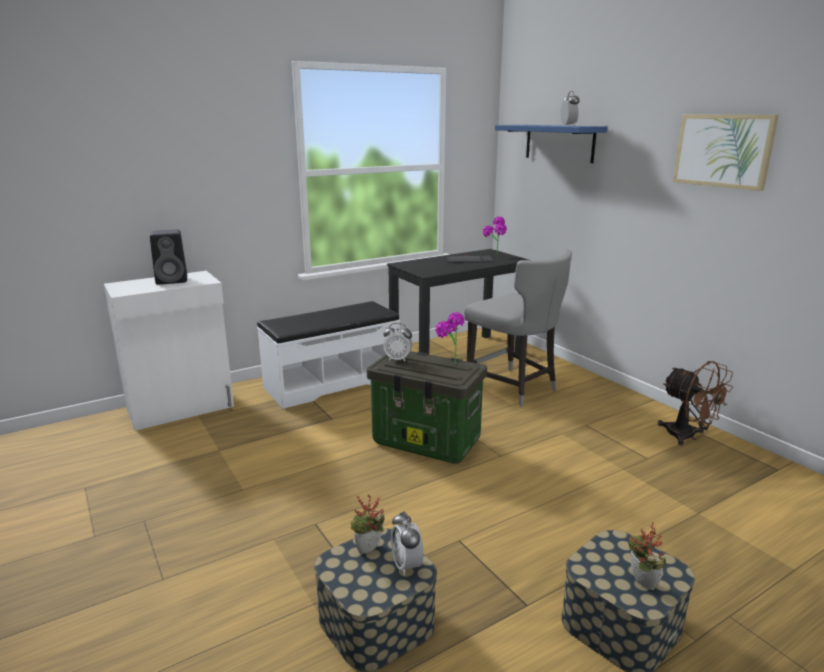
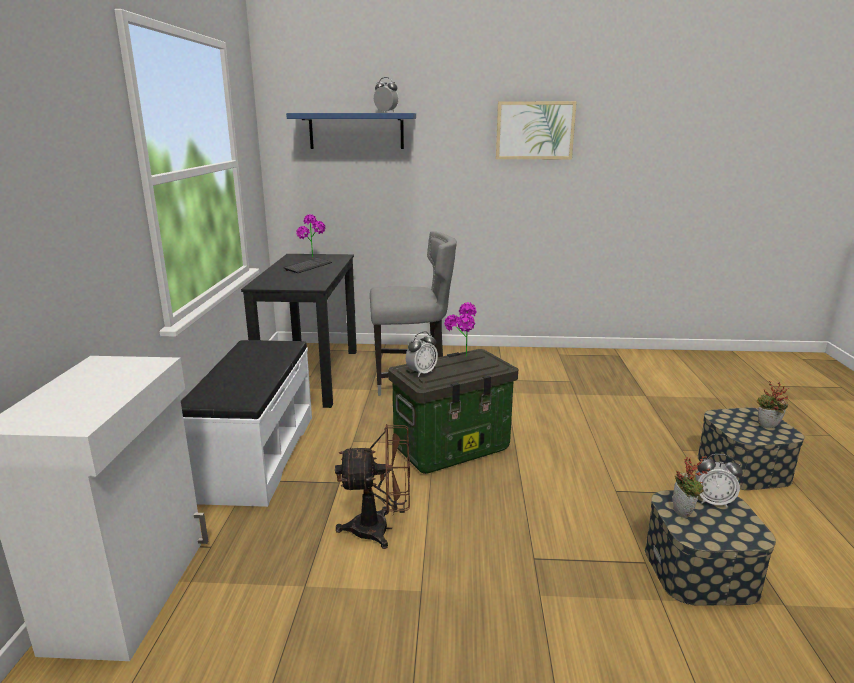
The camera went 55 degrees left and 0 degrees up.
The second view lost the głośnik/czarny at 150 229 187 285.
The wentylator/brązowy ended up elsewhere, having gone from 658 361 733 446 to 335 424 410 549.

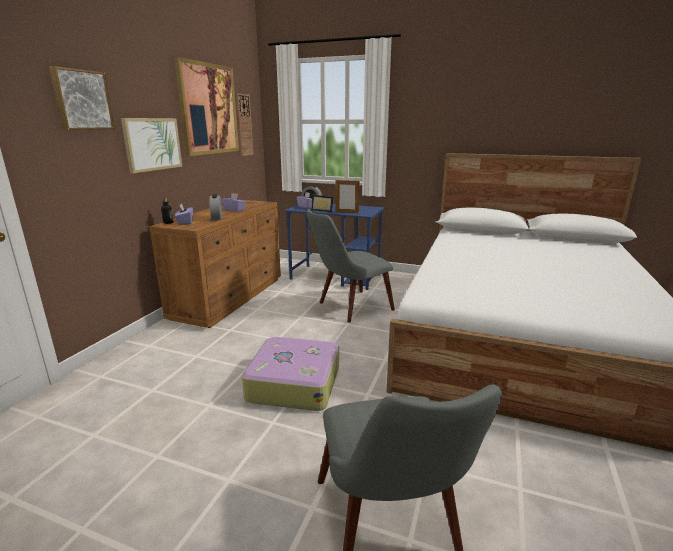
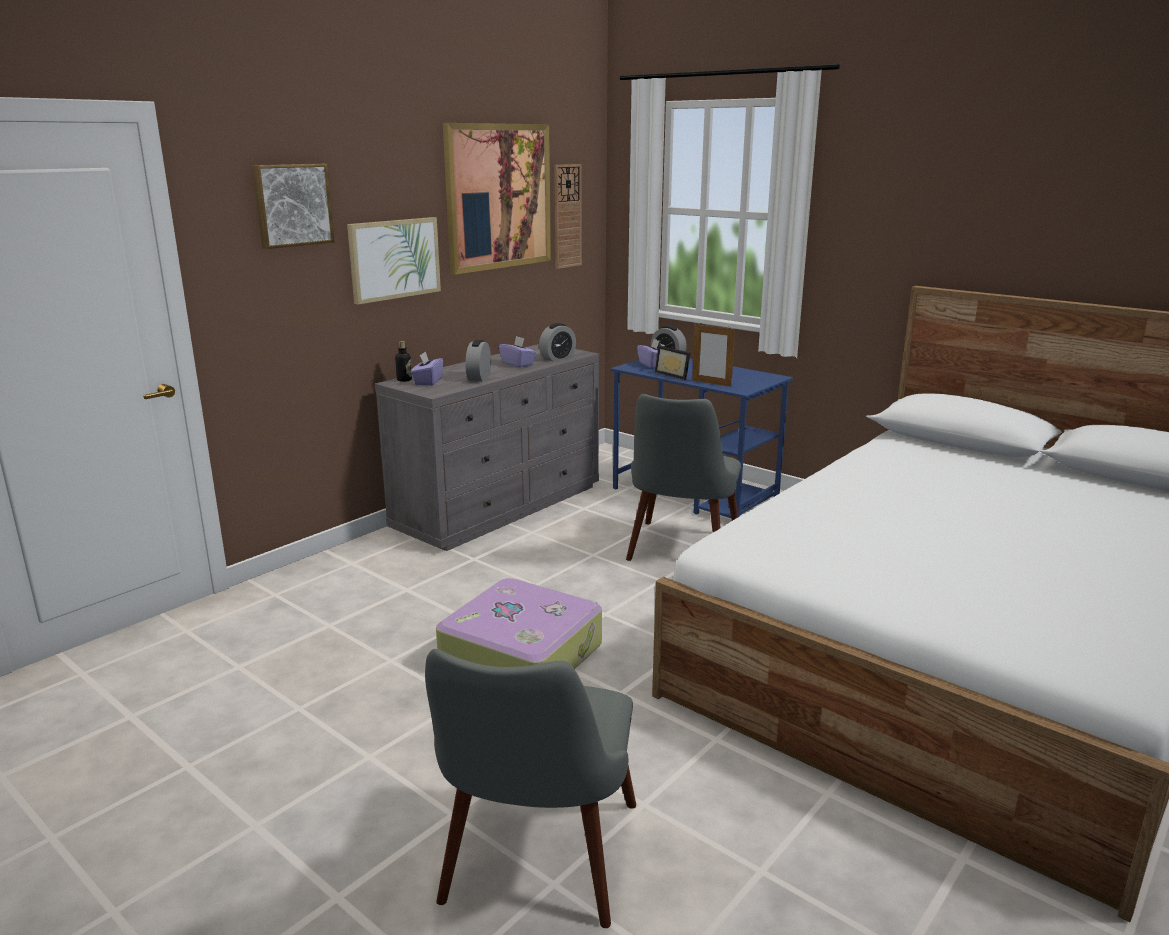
The camera went 20 degrees right and 0 degrees up.
What was the komoda/brązowy at 149 200 281 328 turned into the komoda/szary at 375 344 599 551.
The krzesło/szary at 307 209 395 323 ended up facing another way, 60 degrees counterclockwise from before.
The second view gained the budzik at 539 323 576 361.

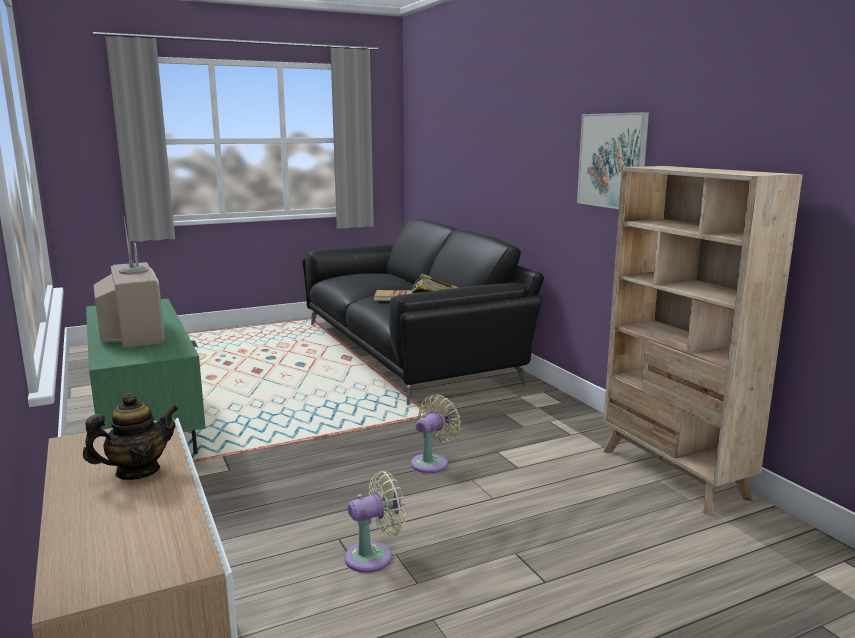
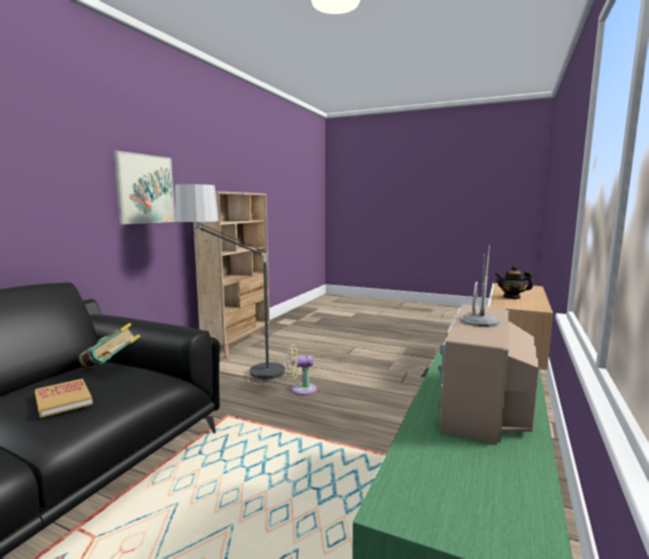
The camera went 130 degrees left and 5 degrees down.
The second view lost the wentylator/beżowy at 345 471 406 573.
The second view gained the lampa stojąca at 175 184 287 385.

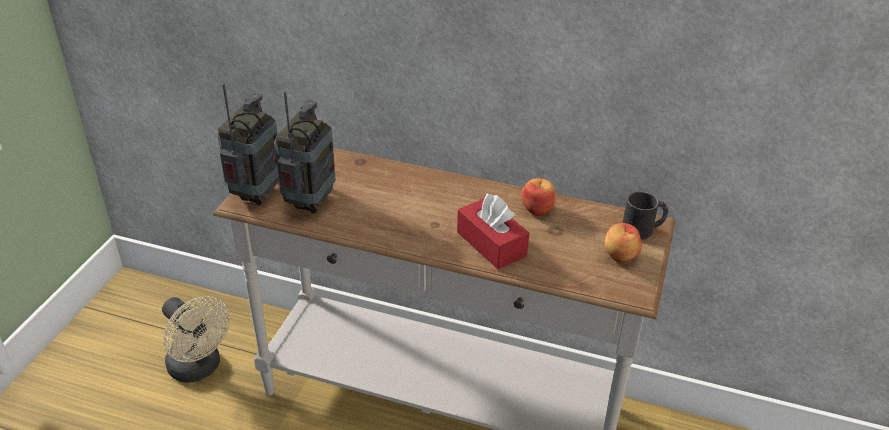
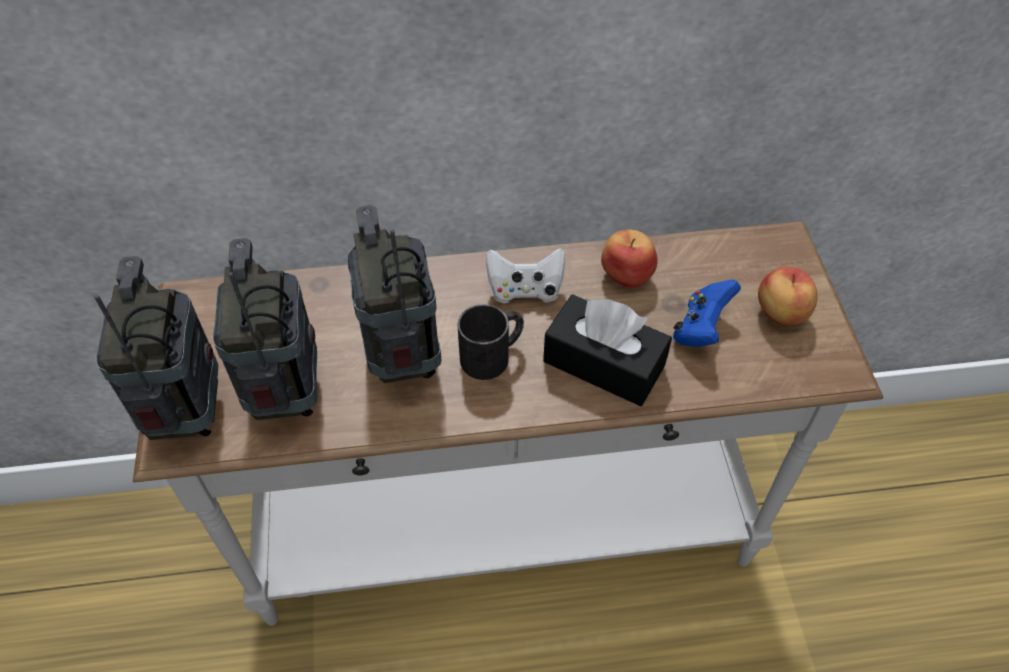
The camera went 25 degrees left and 15 degrees up.
The kubek/czarny ended up elsewhere, having gone from 623 192 668 240 to 458 304 524 380.
What was the pudełko chusteczek/czerwony at 457 194 529 269 turned into the pudełko chusteczek/czarny at 543 294 672 406.
The second view lost the wentylator/beżowy at 162 296 230 383.
The second view gained the radio at 347 205 441 383.
The second view gained the pad do gier/biały at 486 248 565 303.
The second view gained the pad do gier/niebieski at 673 279 741 347.

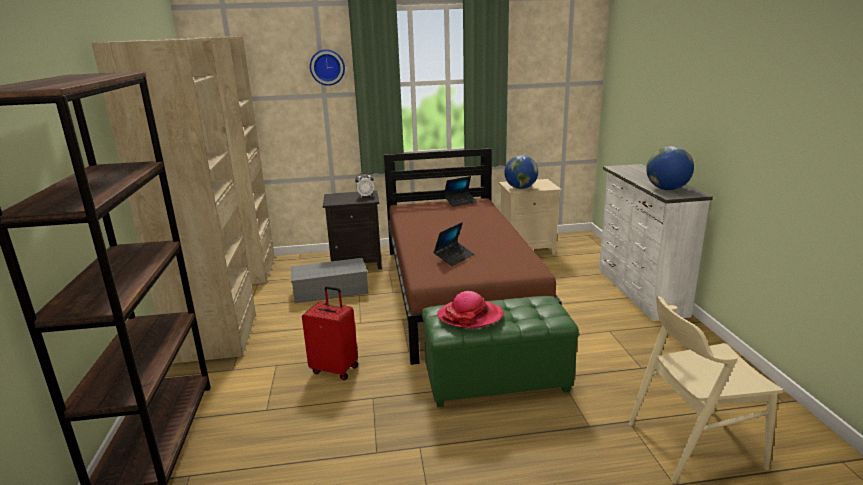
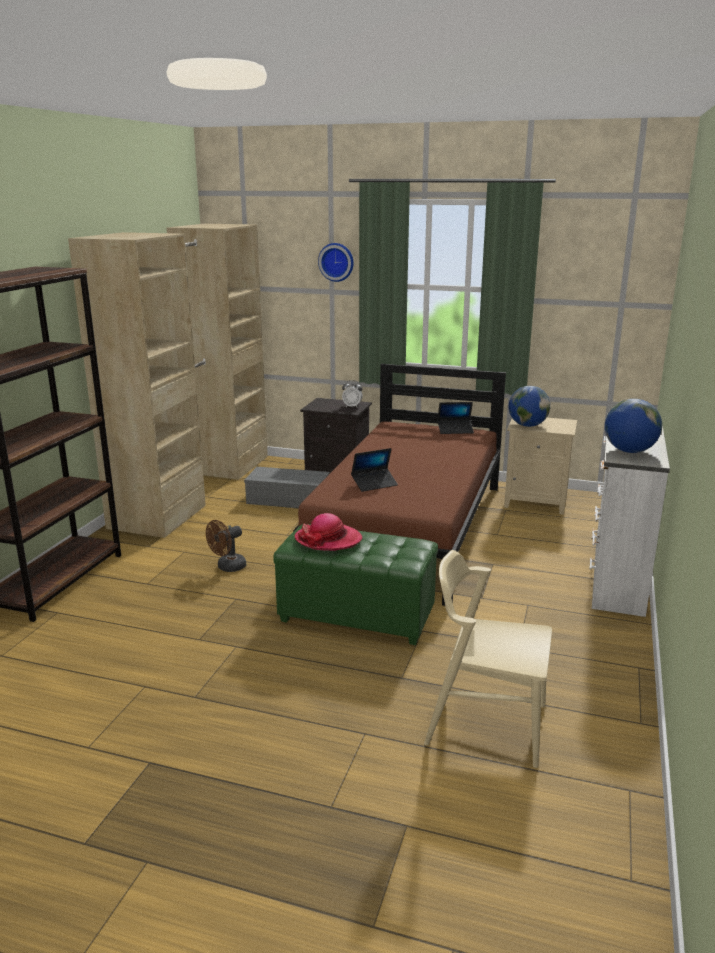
The camera went 25 degrees right and 0 degrees up.
Where the walizka/czerwony stood at 302 286 358 380, the wentylator/brązowy came to stand at 206 520 246 572.

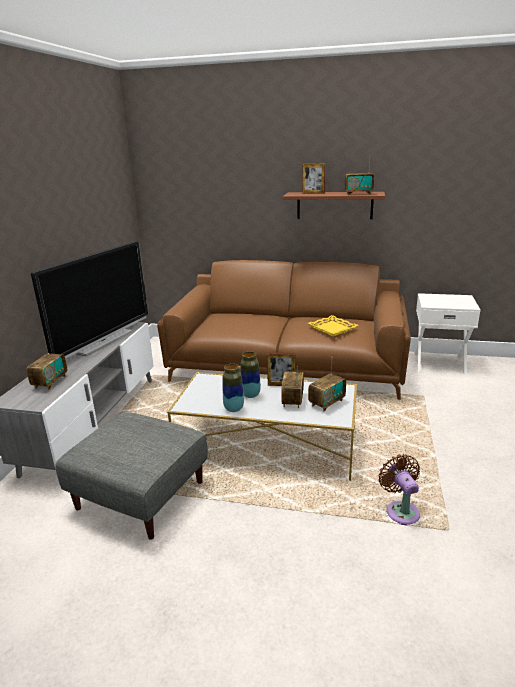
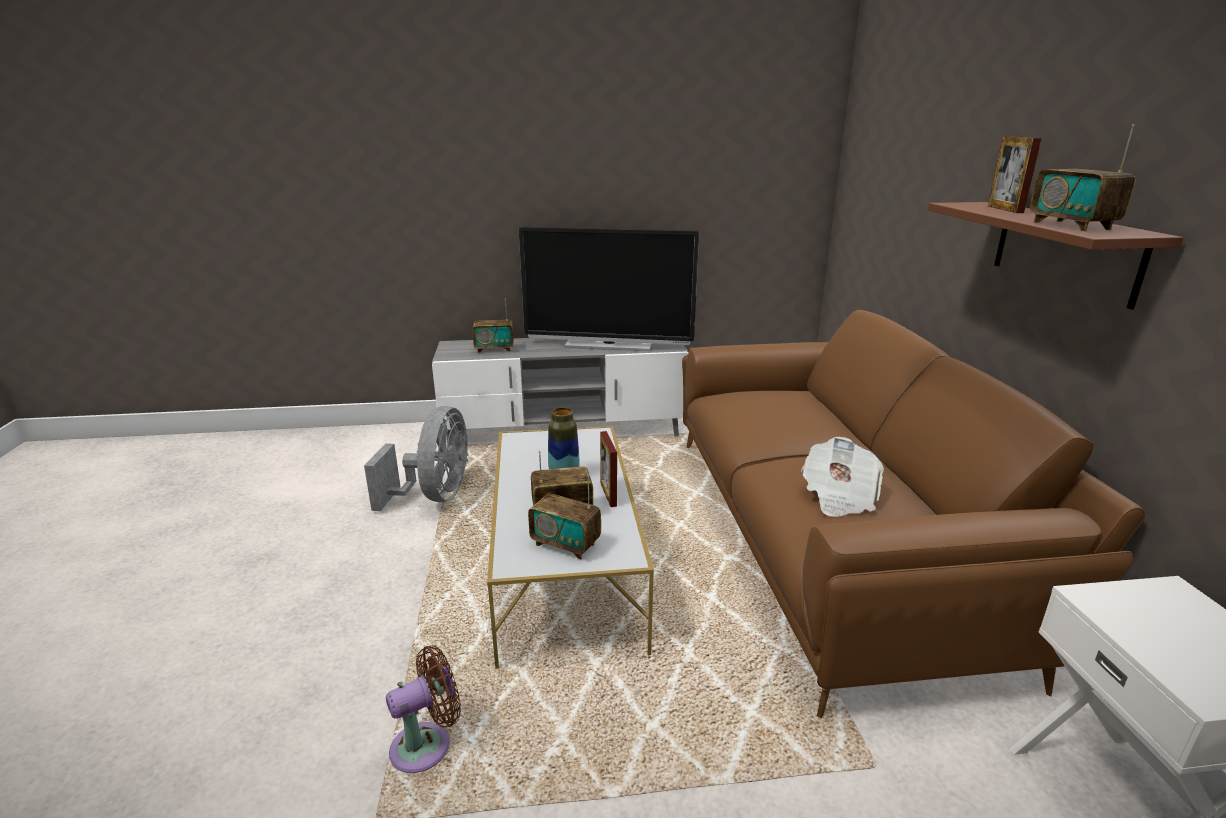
The camera went 70 degrees right and 0 degrees up.
Where the taca/żółty stood at 308 315 359 336, the gazeta came to stand at 801 437 884 517.
The second view lost the wazon at 223 363 244 412.
Where the pufa/szary stood at 55 412 208 540, the wentylator/szary came to stand at 364 406 469 511.

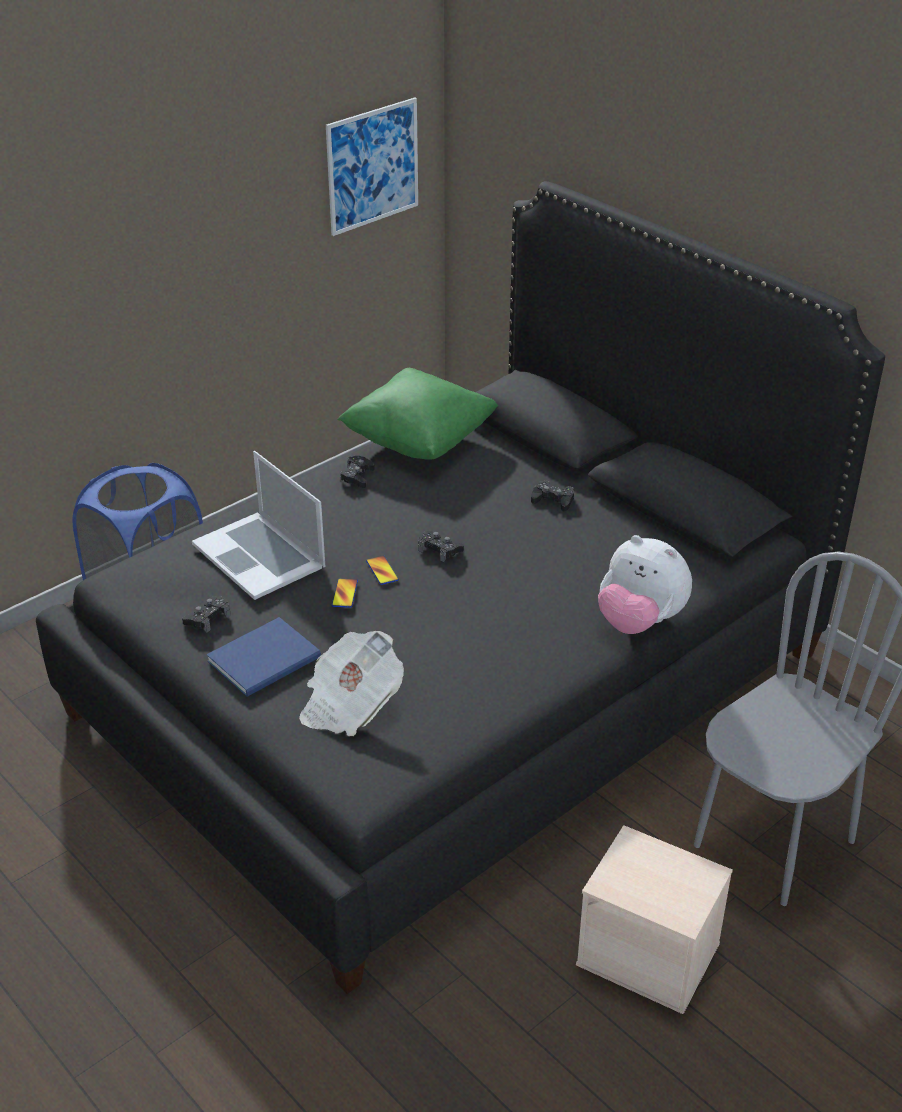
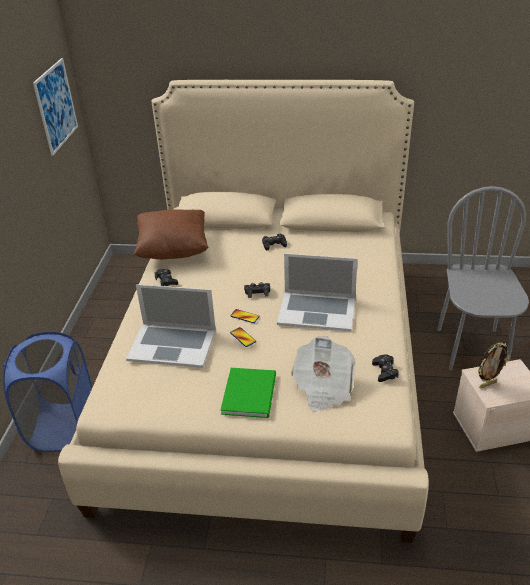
The camera went 40 degrees left and 0 degrees up.
What was the łóżko/czarny at 36 181 885 994 turned into the łóżko/beżowy at 58 80 429 543.
What was the poduszka/zielony at 337 368 498 460 turned into the poduszka/brązowy at 133 209 209 259.
The second view lost the pluszak at 598 535 692 634.
The pad do gier/czarny ended up elsewhere, having gone from 182 596 231 633 to 372 354 399 382.
What was the książka/niebieski at 207 617 321 697 turned into the książka/zielony at 220 368 276 418.
The second view gained the laptop at 277 253 358 331.
The second view gained the ramka na zdjęcie at 478 342 510 389.

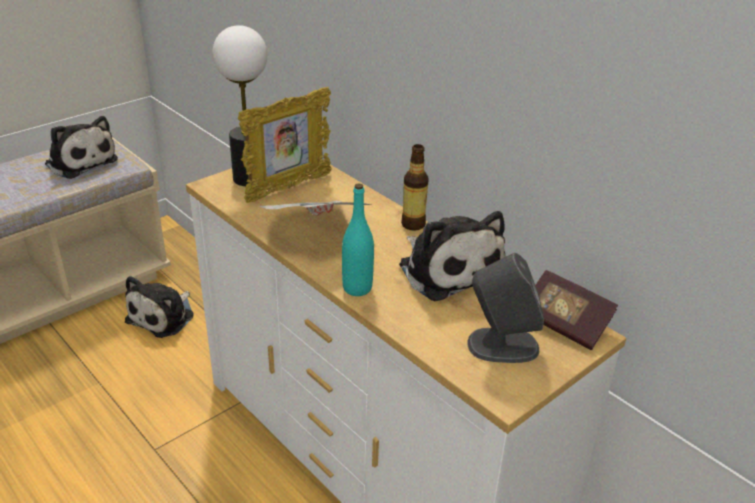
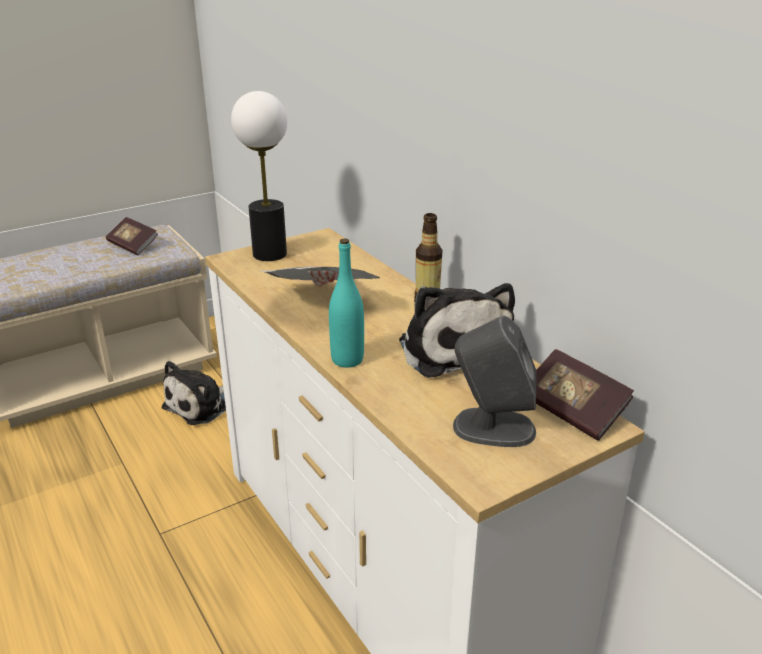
The camera went 10 degrees right and 5 degrees down.
The second view lost the ramka na zdjęcie at 238 87 332 203.
Where the pluszak stood at 45 116 118 179, the książka came to stand at 106 217 158 255.

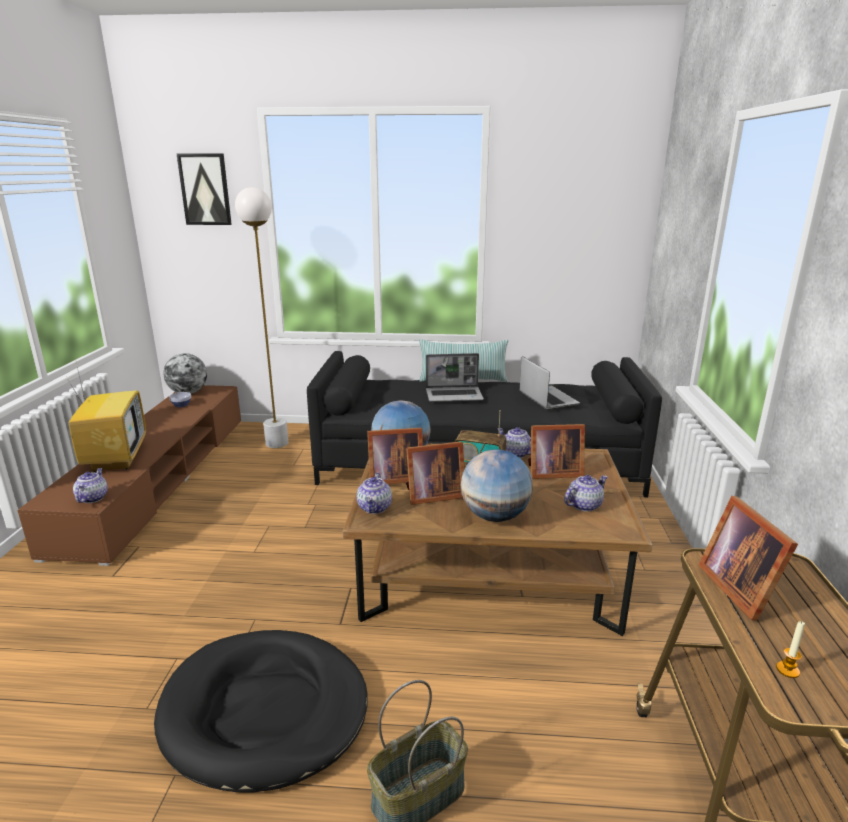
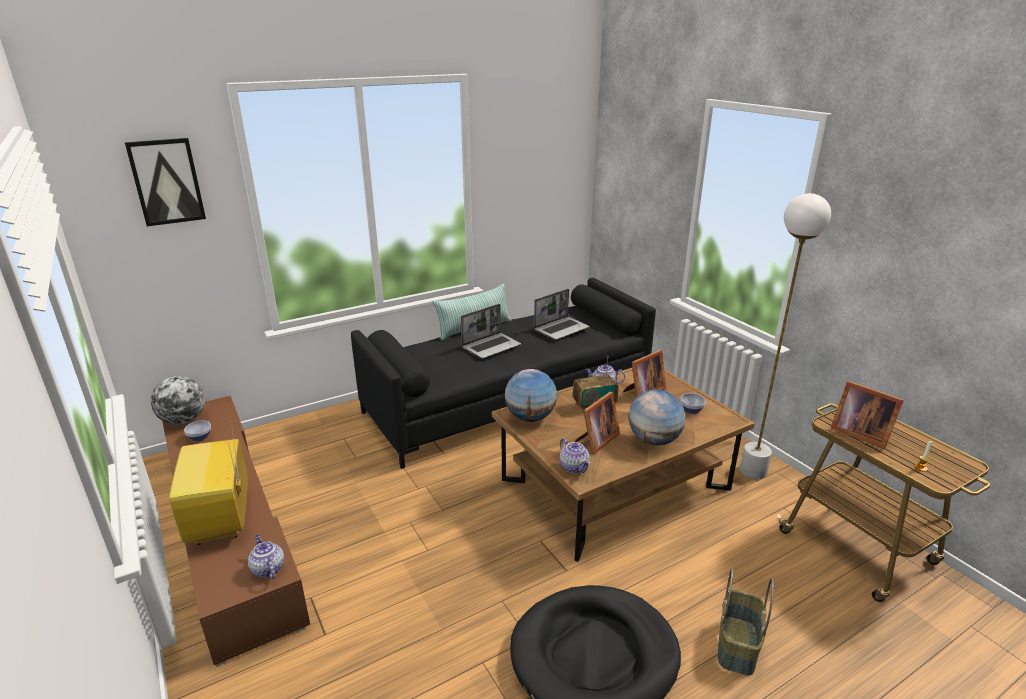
The camera went 35 degrees left and 5 degrees up.
The lampa stojąca/biały ended up elsewhere, having gone from 235 187 289 448 to 740 193 831 479.
The telewizor at 68 354 146 473 ended up facing another way, 150 degrees counterclockwise from before.
The laptop at 520 356 580 410 ended up facing another way, 105 degrees clockwise from before.
The second view lost the ramka na zdjęcie at 367 428 423 484.
Where the imbryk stood at 564 475 608 512, the miska came to stand at 680 393 706 414.

